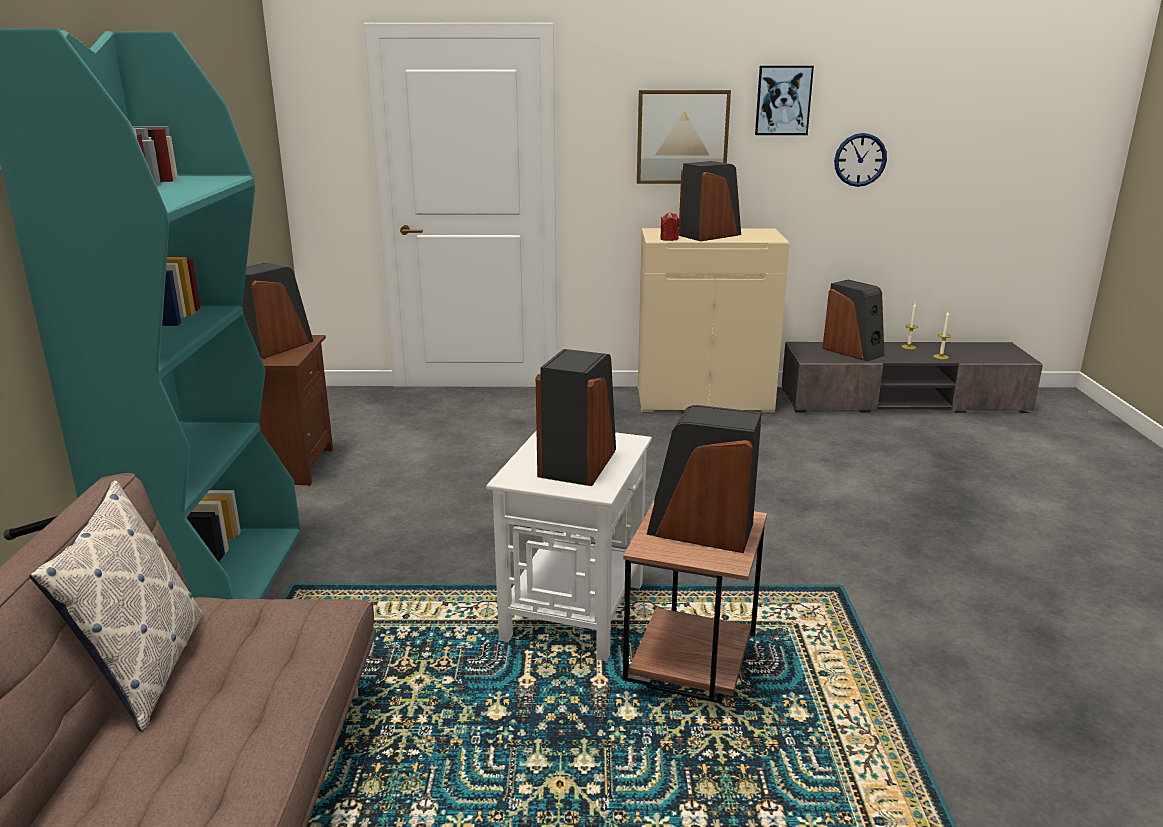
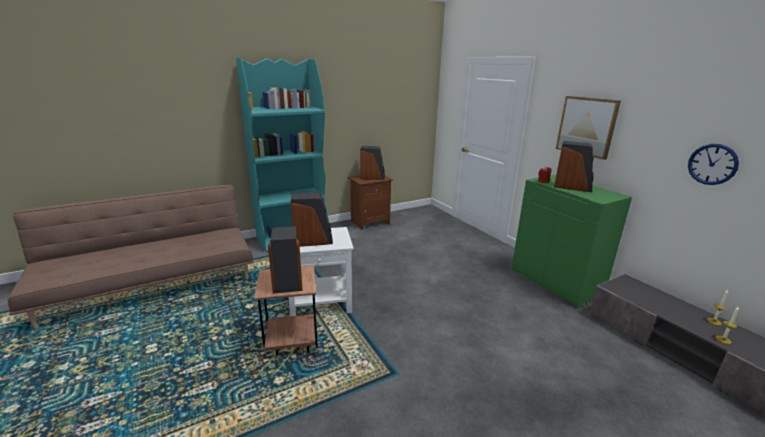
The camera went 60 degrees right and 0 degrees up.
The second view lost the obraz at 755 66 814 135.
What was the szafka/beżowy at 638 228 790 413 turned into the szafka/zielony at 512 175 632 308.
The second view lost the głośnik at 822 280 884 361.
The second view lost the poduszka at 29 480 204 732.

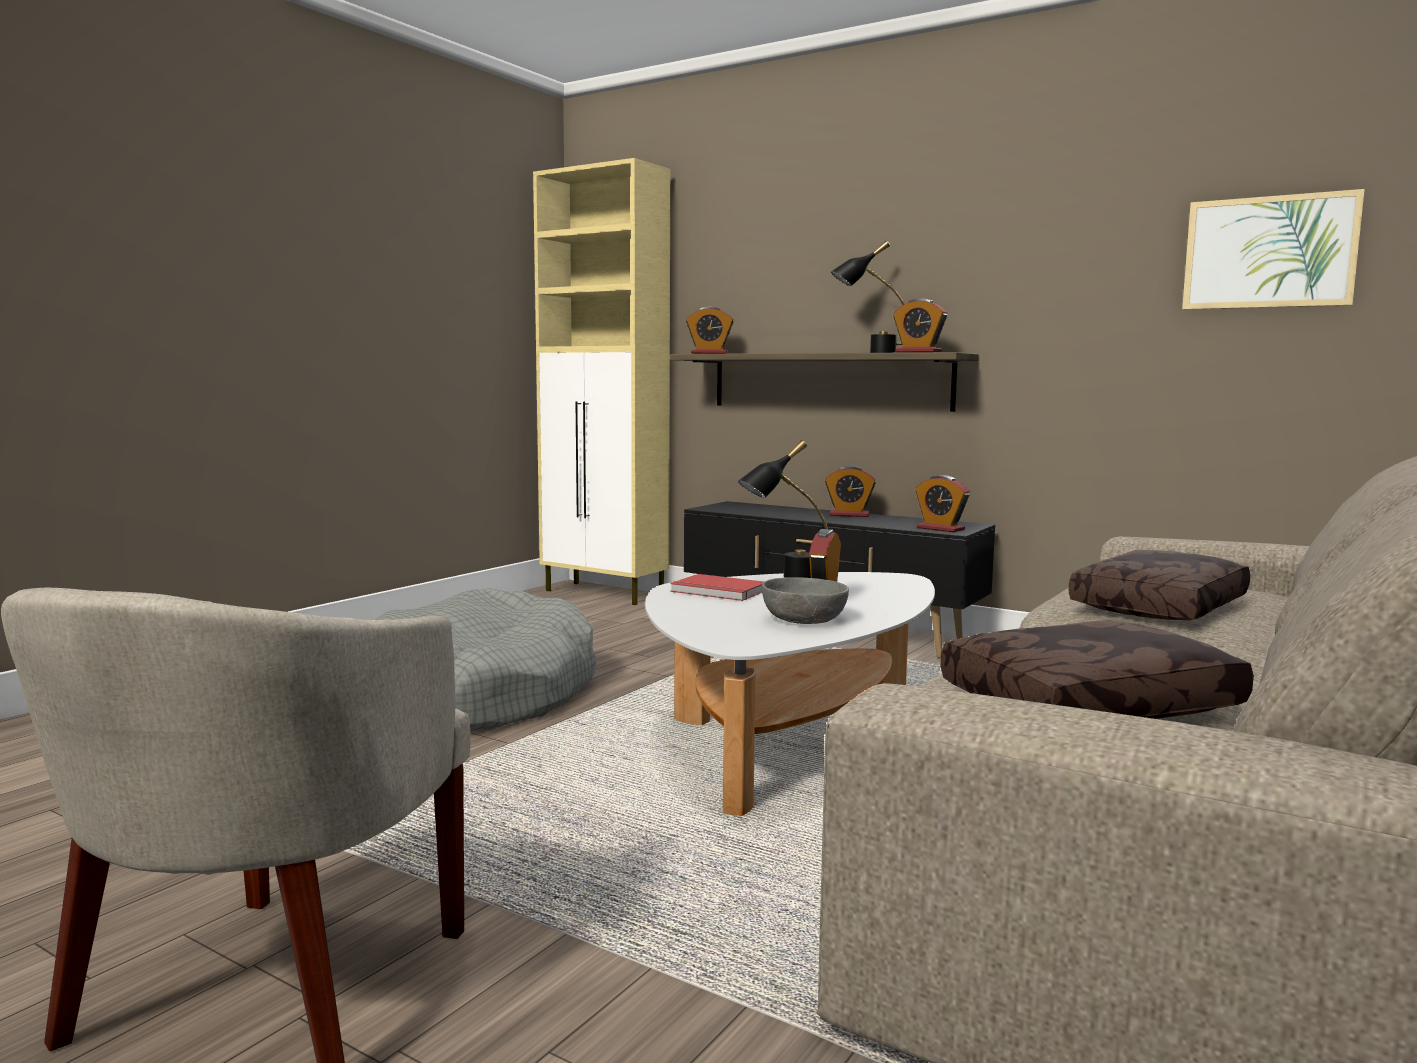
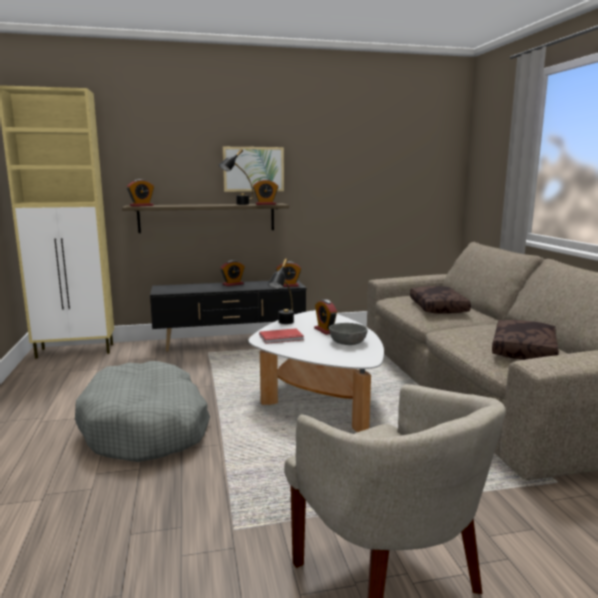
The camera went 45 degrees left and 5 degrees up.
The obraz ended up elsewhere, having gone from 1182 189 1365 310 to 223 147 284 192.

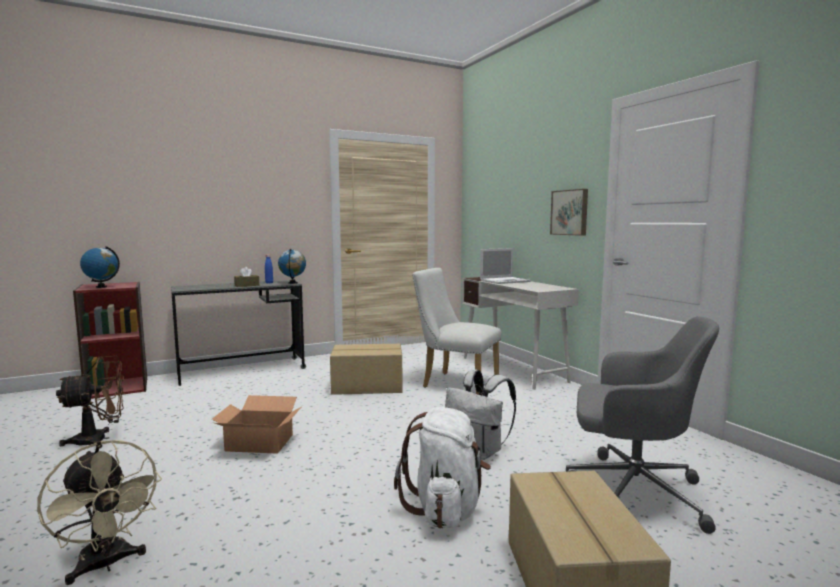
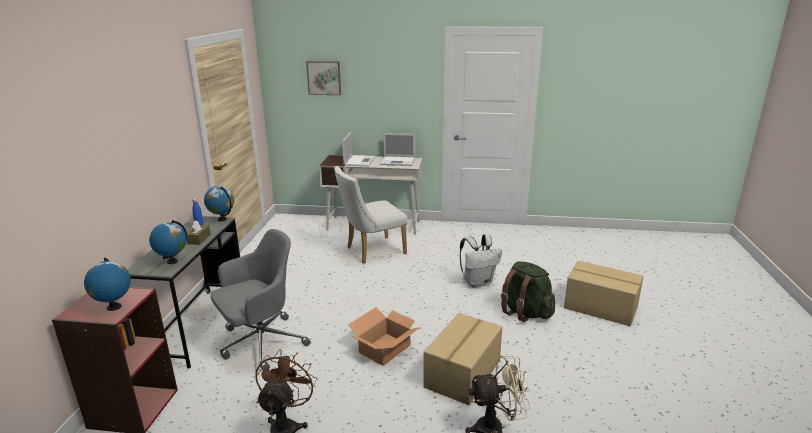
The camera went 55 degrees left and 15 degrees up.
The obraz ended up elsewhere, having gone from 550 189 588 236 to 306 61 341 95.
The krzesło biurowe/szary ended up elsewhere, having gone from 566 316 719 534 to 211 229 311 370.
The karton ended up elsewhere, having gone from 330 344 403 395 to 423 313 502 405.
What was the plecak/biały at 394 407 491 528 turned into the plecak/zielony at 501 262 555 322.
The second view gained the laptop at 380 133 415 166.
The second view gained the globus at 149 220 187 264.

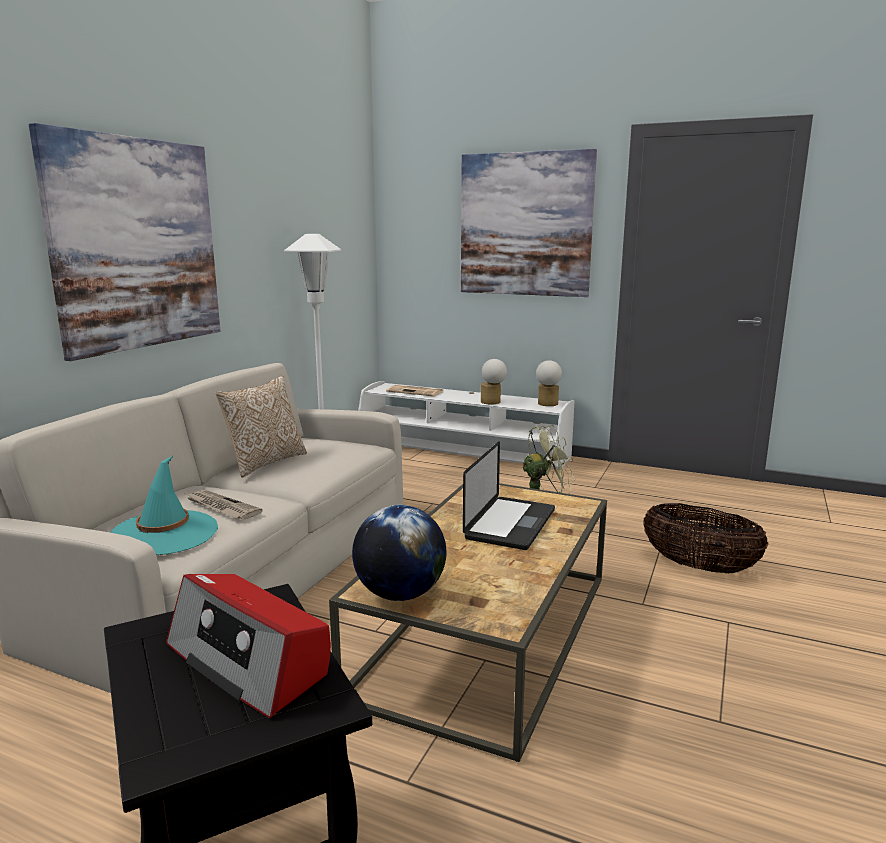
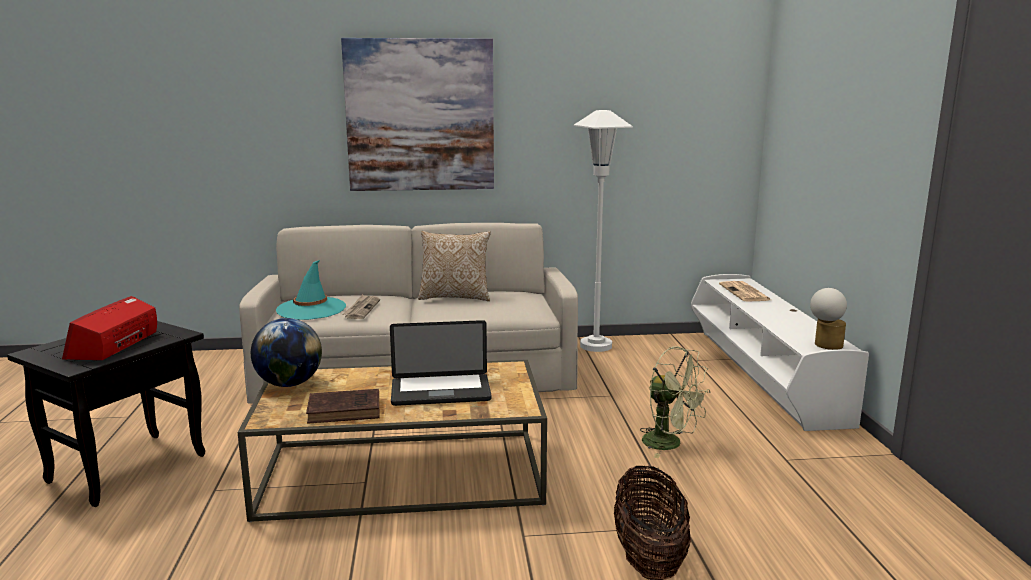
The camera went 60 degrees right and 0 degrees up.
The second view lost the obraz at 461 149 597 297.
The second view lost the lampa stołowa at 481 359 507 405.
The second view gained the książka/brązowy at 306 389 380 424.

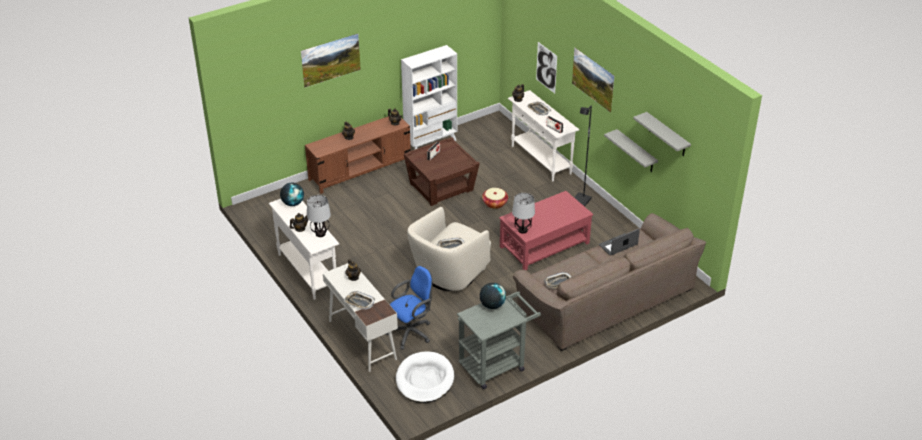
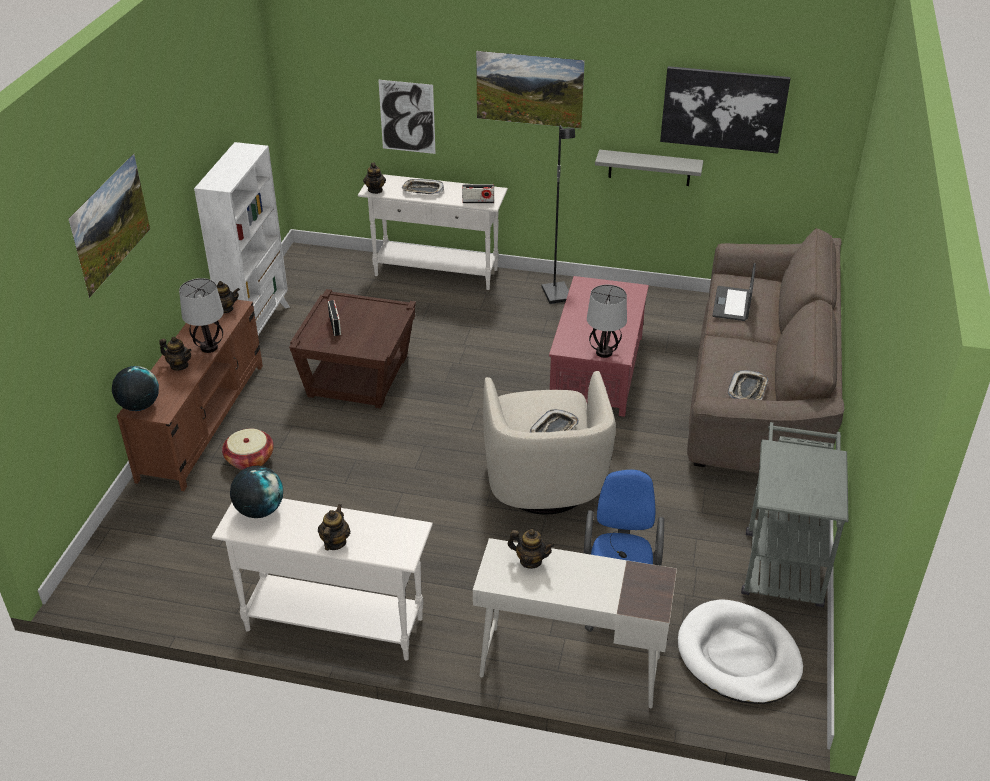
The camera went 45 degrees left and 0 degrees up.
Where the półka/szary hung at 633 112 691 157, the obraz came to hang at 660 66 791 154.
The koszyk ended up elsewhere, having gone from 482 188 508 209 to 222 429 274 470.
The lampa stołowa ended up elsewhere, having gone from 307 195 331 237 to 179 278 224 353.
The globus ended up elsewhere, having gone from 480 283 506 309 to 112 366 159 411.
The second view lost the taca at 344 291 375 309.

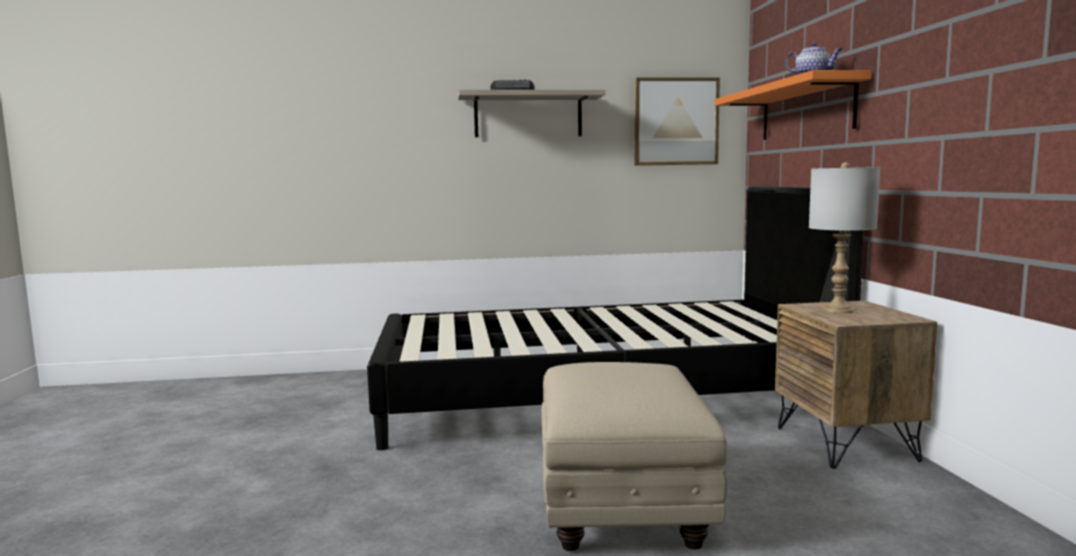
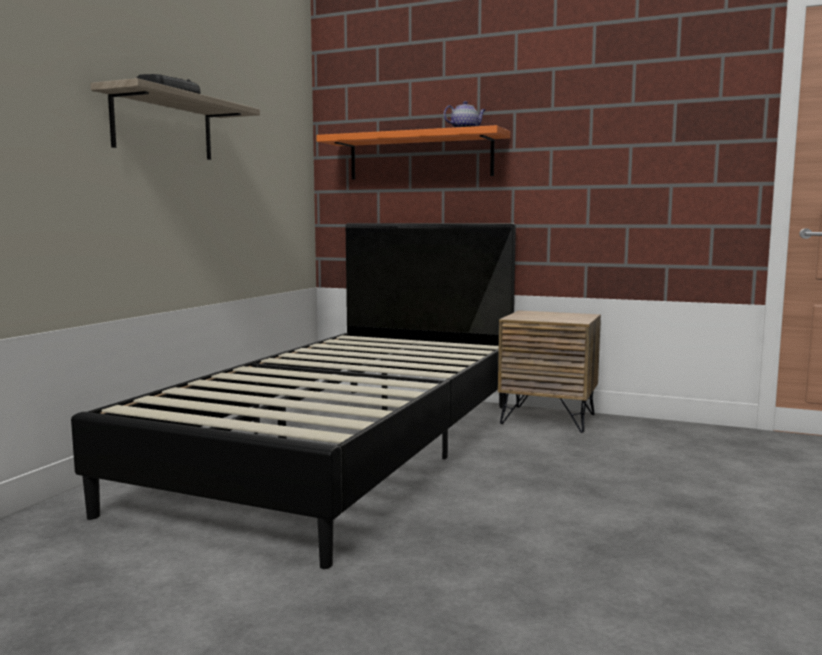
The camera went 60 degrees left and 0 degrees up.
The second view lost the obraz at 634 77 720 166.
The second view lost the lampa stołowa/szary at 809 162 880 313.
The second view lost the pufa/beżowy at 541 362 727 551.

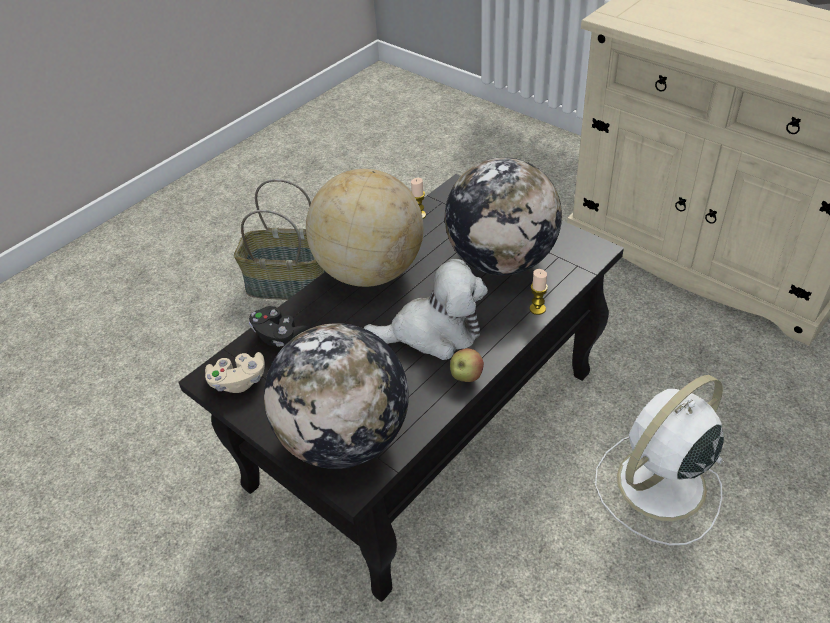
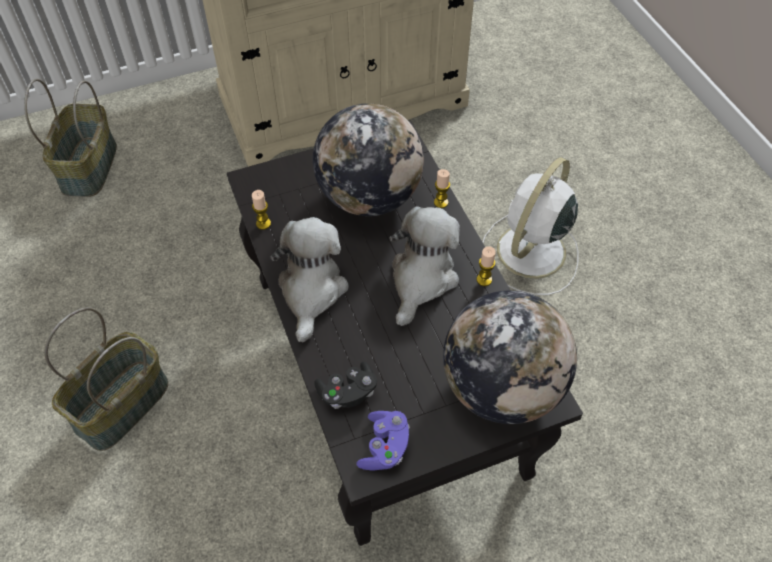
The camera went 65 degrees left and 10 degrees up.
Where the globus stood at 306 169 423 287, the pluszak came to stand at 270 217 349 342.
Where the jabłko stood at 450 348 484 382, the świeca came to stand at 477 246 496 286.
What was the pad do gier/beżowy at 205 352 265 393 turned into the pad do gier/fioletowy at 356 411 410 471.
The wentylator/biały at 595 375 724 545 ended up facing another way, 45 degrees clockwise from before.
The second view gained the koszyk at 24 79 117 197.

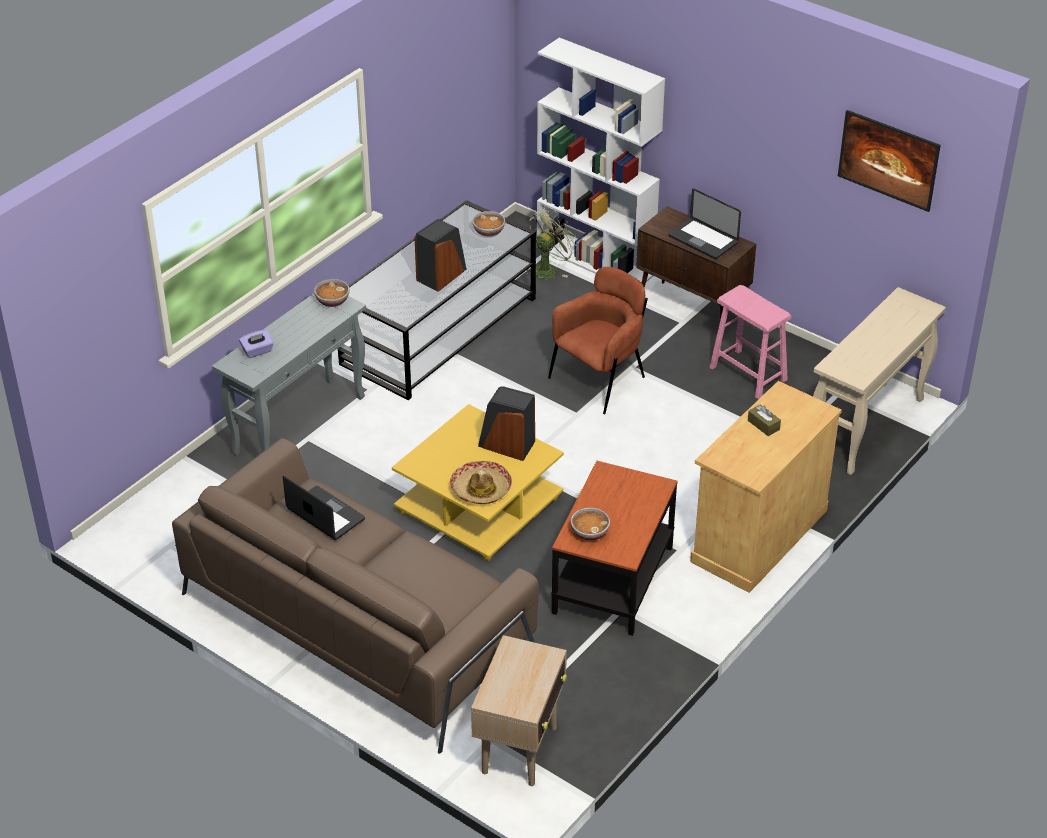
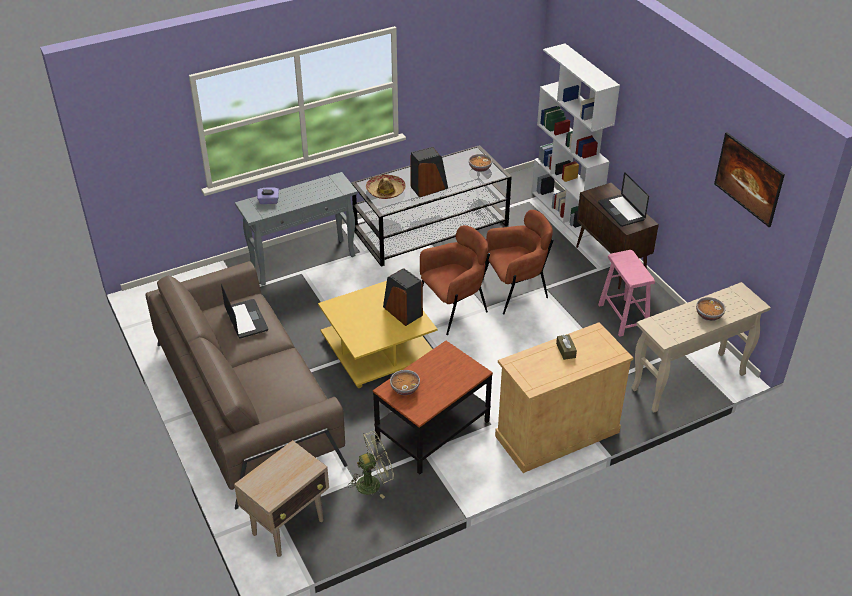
The camera went 25 degrees right and 0 degrees up.
The wentylator/zielony ended up elsewhere, having gone from 525 208 578 280 to 348 431 394 498.
The miska ended up elsewhere, having gone from 314 279 349 307 to 696 297 726 321.
The kapelusz ended up elsewhere, having gone from 450 461 512 504 to 366 174 406 199.
The second view gained the fotel/brązowy at 420 225 490 335.

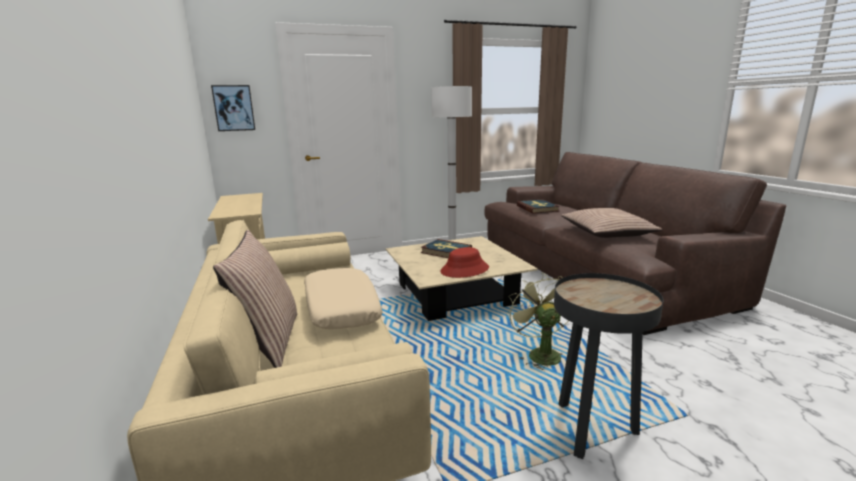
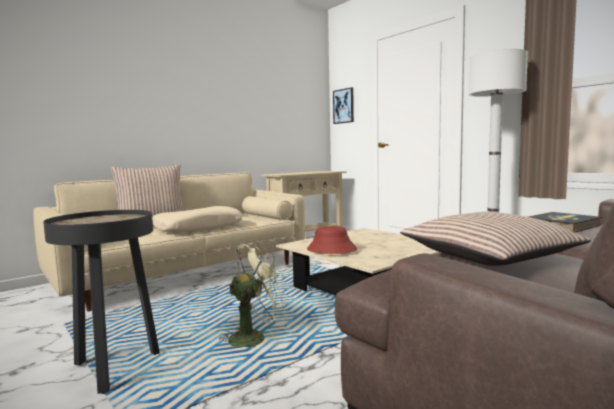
The camera went 70 degrees right and 10 degrees down.
The second view lost the książka at 421 239 472 258.

